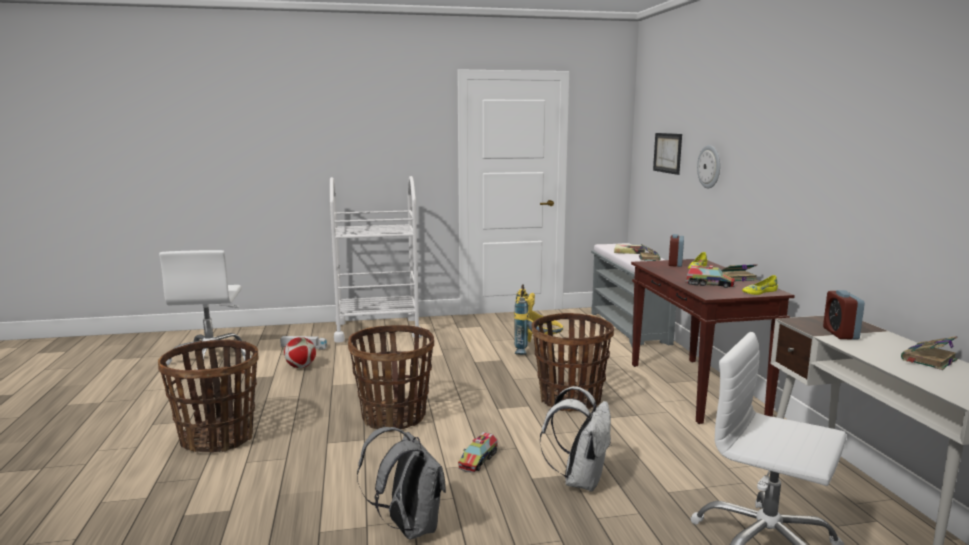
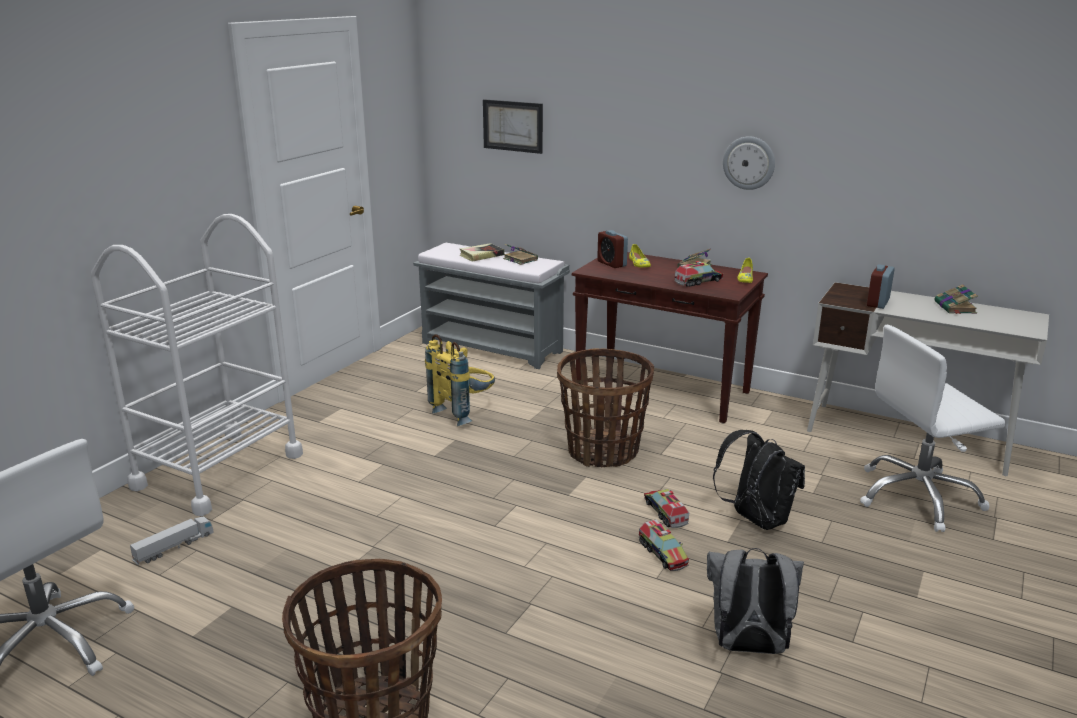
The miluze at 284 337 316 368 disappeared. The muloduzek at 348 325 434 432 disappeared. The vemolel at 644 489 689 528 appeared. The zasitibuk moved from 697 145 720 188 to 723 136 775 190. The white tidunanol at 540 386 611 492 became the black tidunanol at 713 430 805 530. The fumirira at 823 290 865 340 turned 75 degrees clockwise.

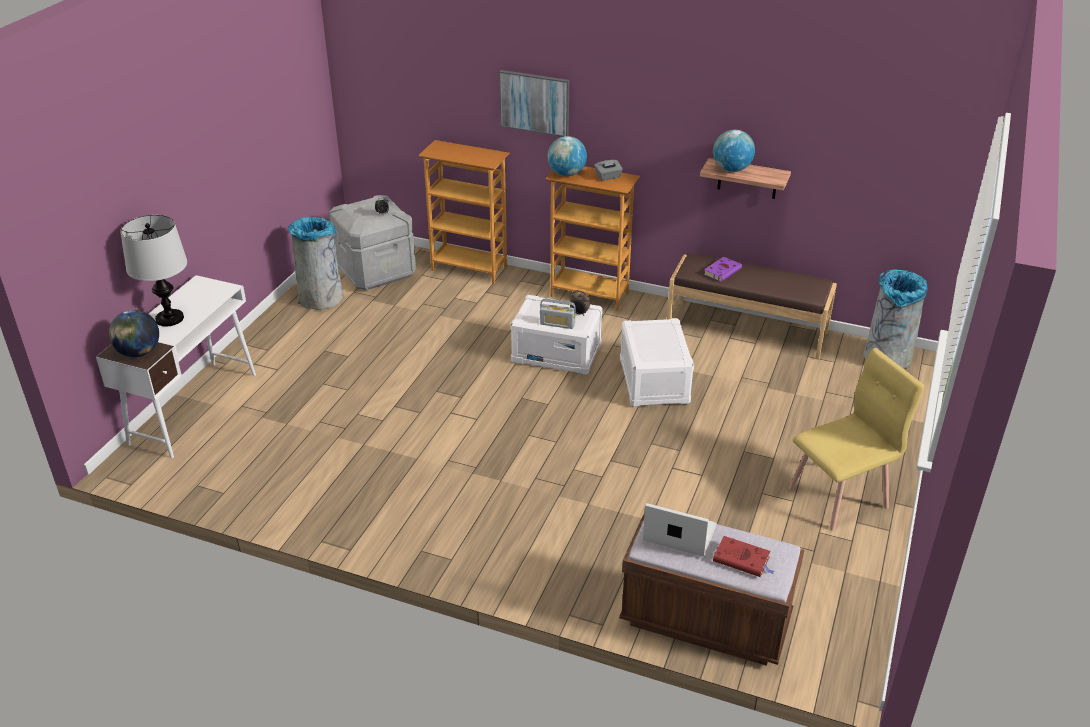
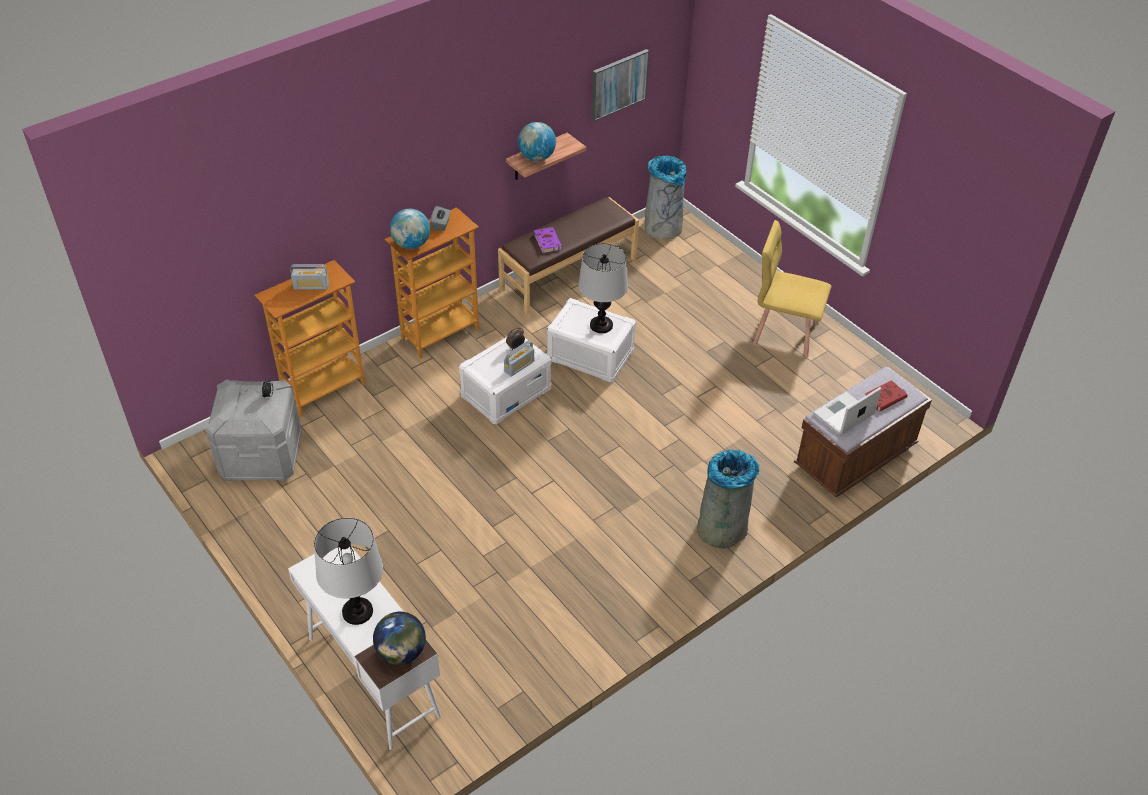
The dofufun at 290 264 329 290 appeared. The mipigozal at 578 243 628 333 appeared. The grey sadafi moved from 288 217 344 310 to 697 450 759 549. The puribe moved from 499 70 569 137 to 591 49 649 121. The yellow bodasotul at 789 348 924 530 turned 75 degrees counterclockwise.

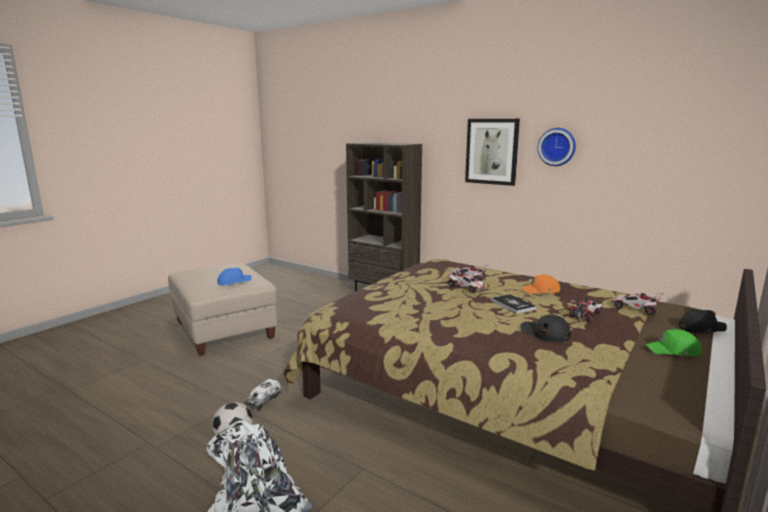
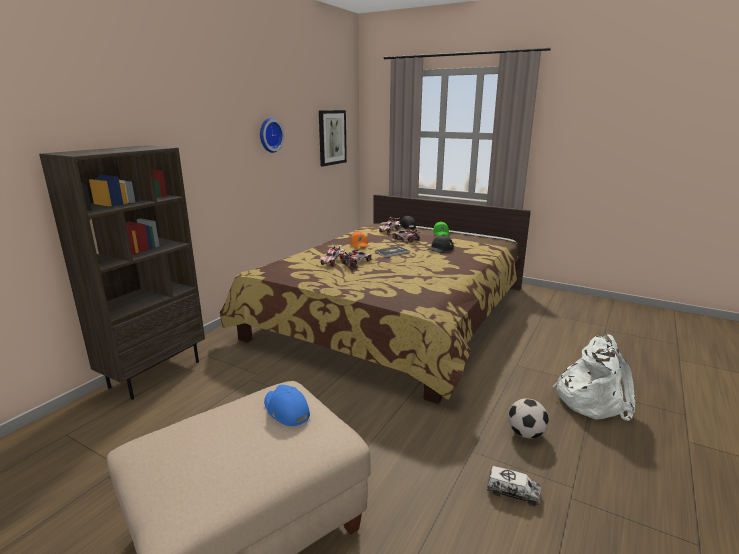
The vemolel moved from 245 379 281 411 to 487 466 541 506. The puribe moved from 465 119 520 186 to 319 110 347 166.

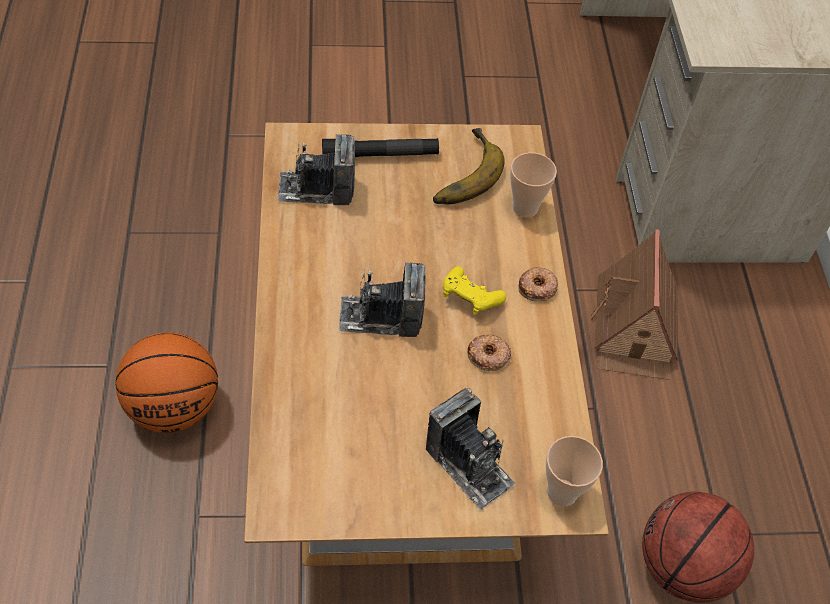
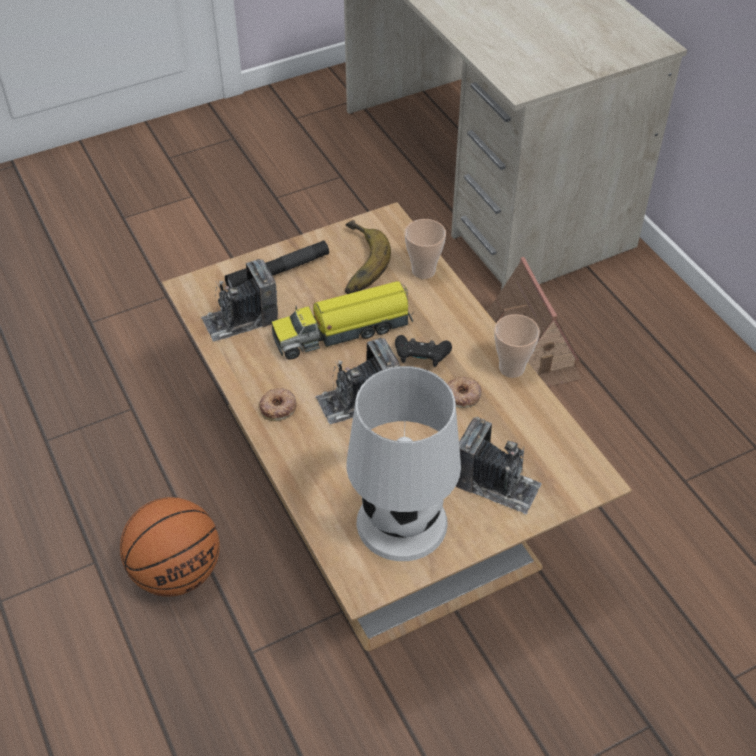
The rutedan at 642 491 754 603 disappeared. The vemolel at 272 281 413 360 appeared. The white mipigozal at 346 366 461 561 appeared. The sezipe moved from 519 267 558 301 to 259 388 297 421. The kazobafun moved from 546 436 603 507 to 494 314 540 378. The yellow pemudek at 443 266 506 314 became the black pemudek at 395 335 452 367.

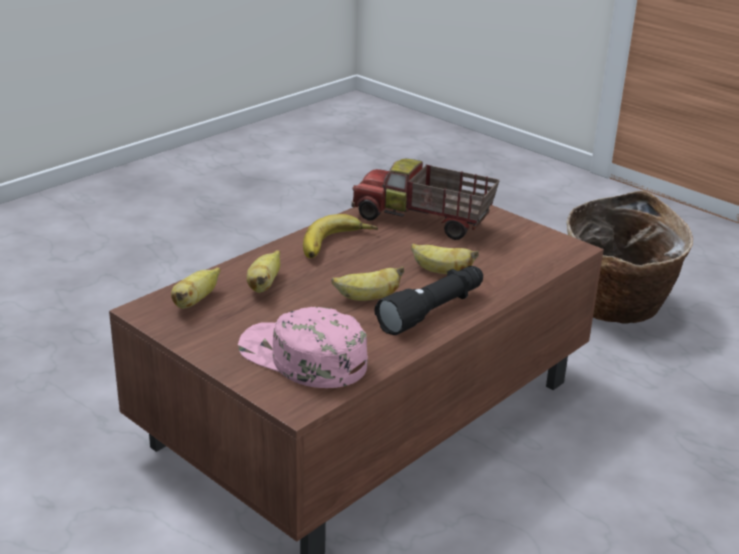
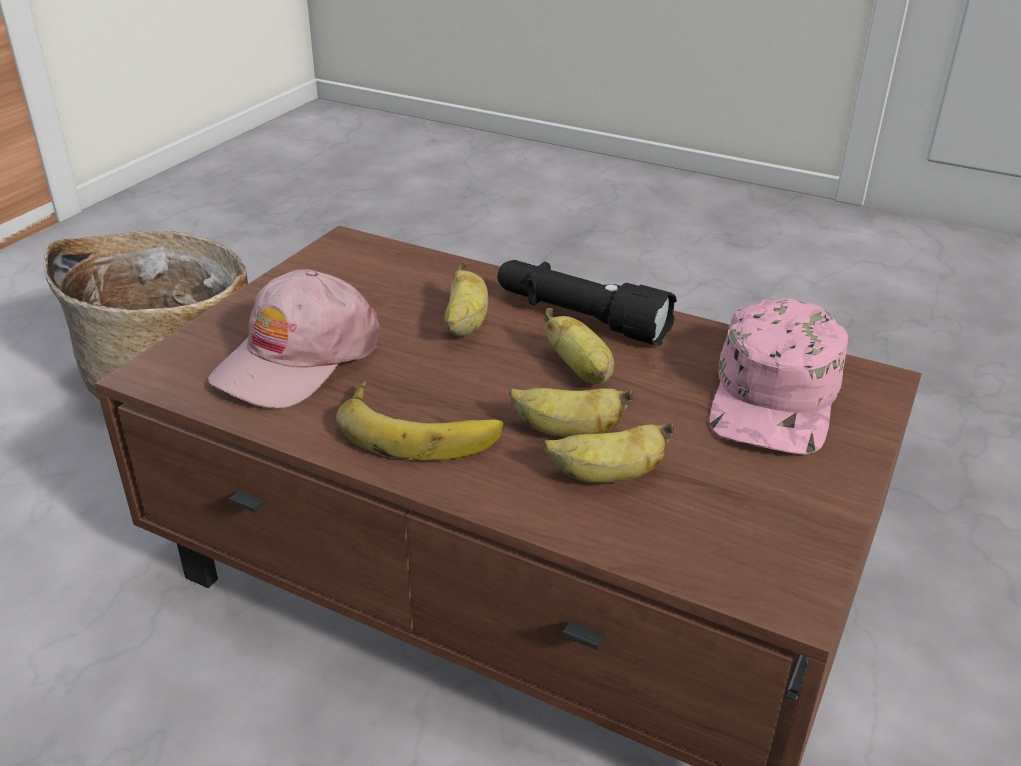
The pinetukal moved from 171 267 220 309 to 509 388 633 437. The vemolel at 352 158 500 240 was replaced by the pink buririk at 208 269 380 408.

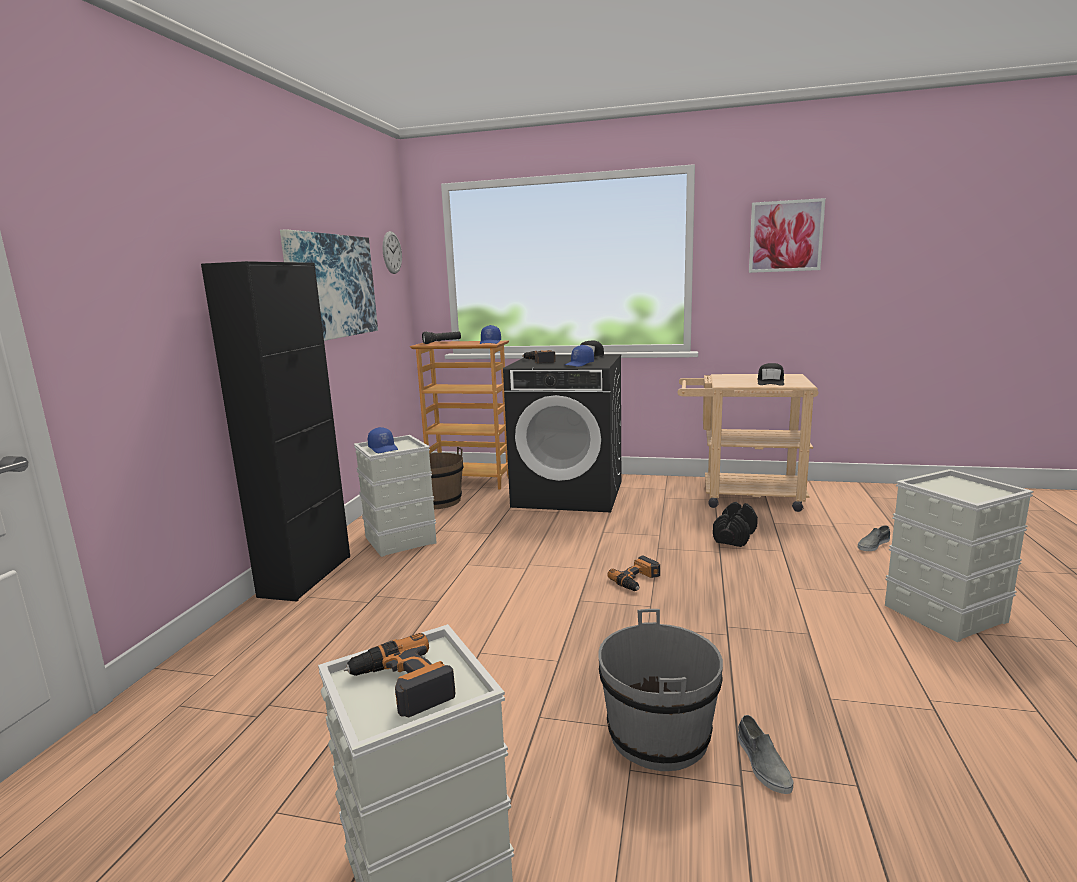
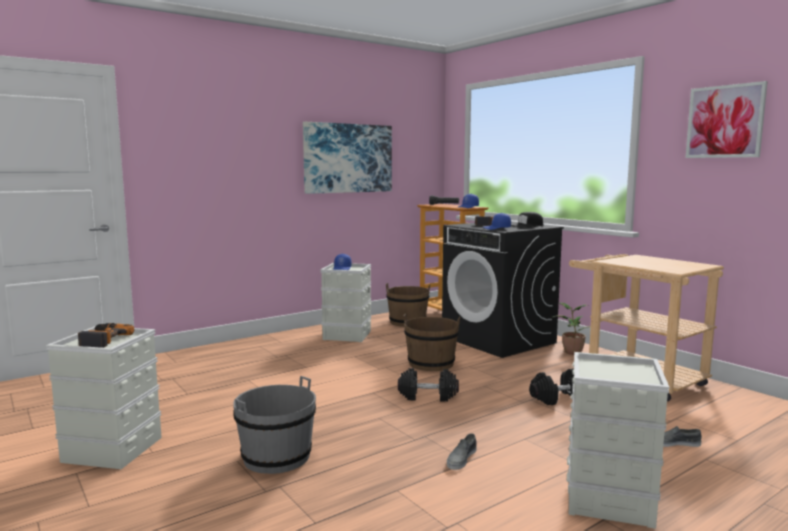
The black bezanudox at 201 261 350 602 disappeared. The zasitibuk at 382 231 402 274 disappeared. The black buririk at 757 363 784 386 disappeared. The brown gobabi at 403 314 460 371 appeared. The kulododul at 551 302 591 355 appeared. The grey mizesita moved from 738 715 793 794 to 447 433 477 470. The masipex at 607 556 660 591 was replaced by the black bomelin at 398 368 459 402.

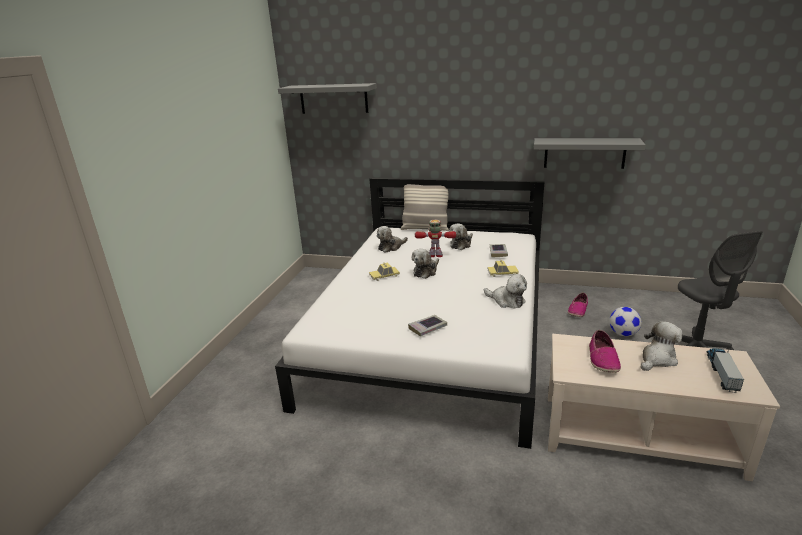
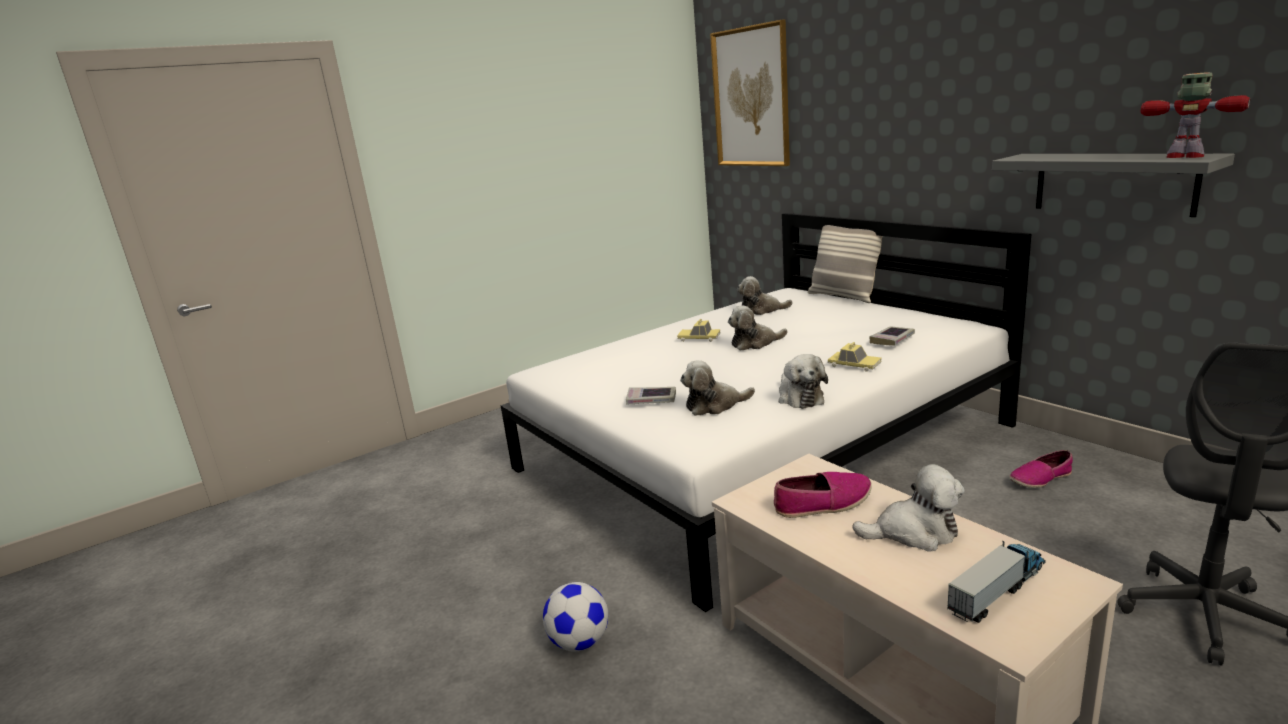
The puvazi moved from 415 220 456 257 to 1141 72 1250 158. The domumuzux moved from 449 223 473 250 to 680 360 755 416. The miluze moved from 609 307 641 336 to 543 582 608 652. The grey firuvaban at 278 83 377 114 was replaced by the puribe at 710 20 790 166. The mizesita at 589 330 621 372 turned 150 degrees counterclockwise.

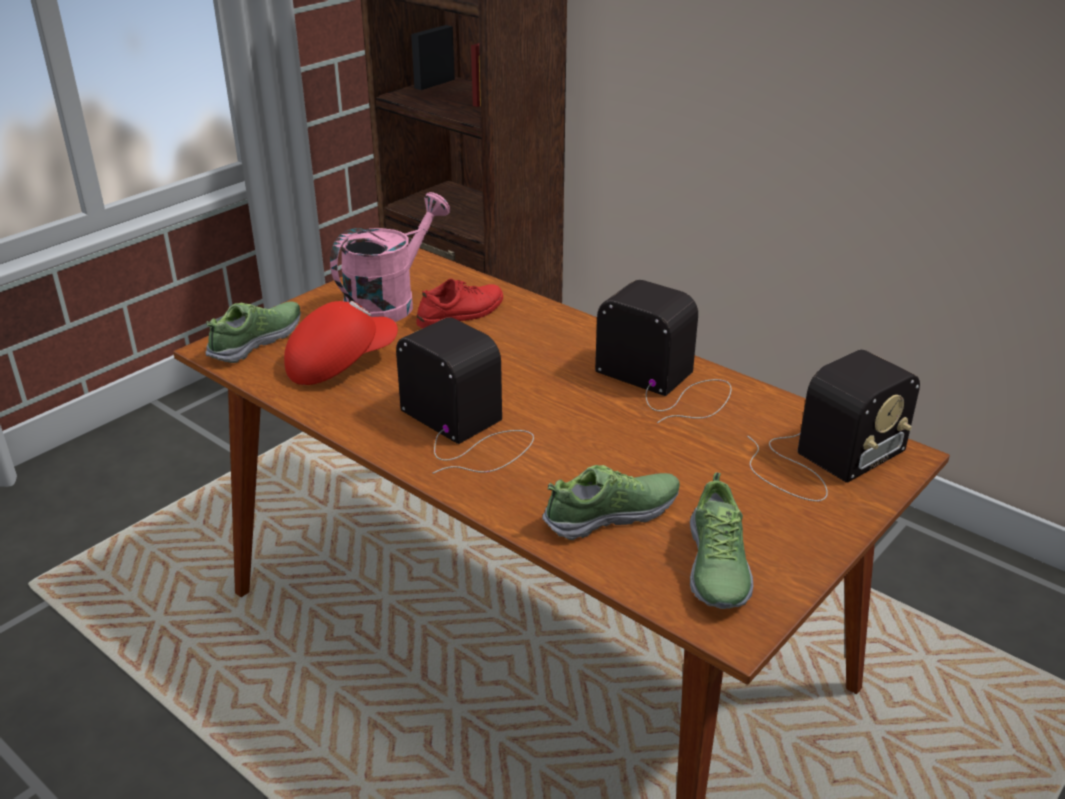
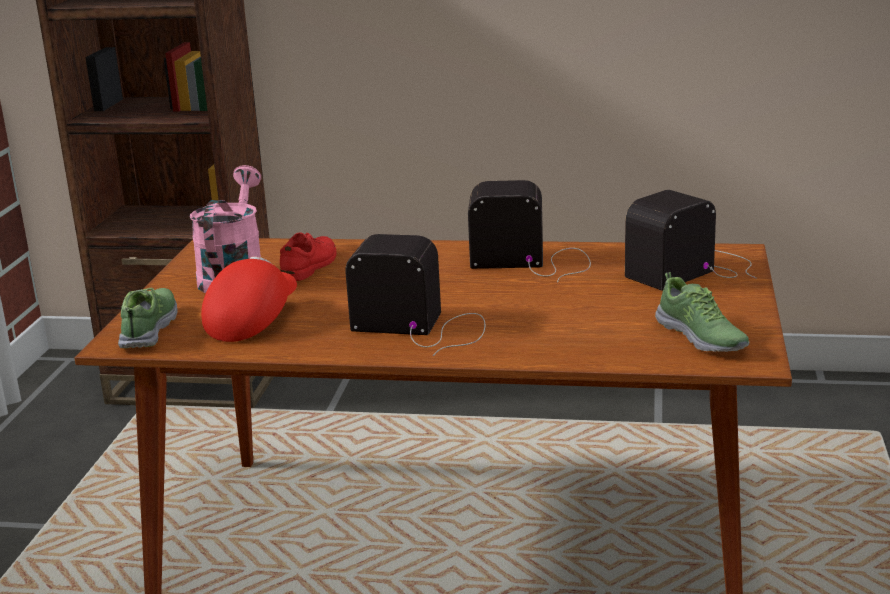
The mizesita at 542 465 680 540 disappeared. The dofufun at 747 349 920 501 turned 150 degrees counterclockwise.

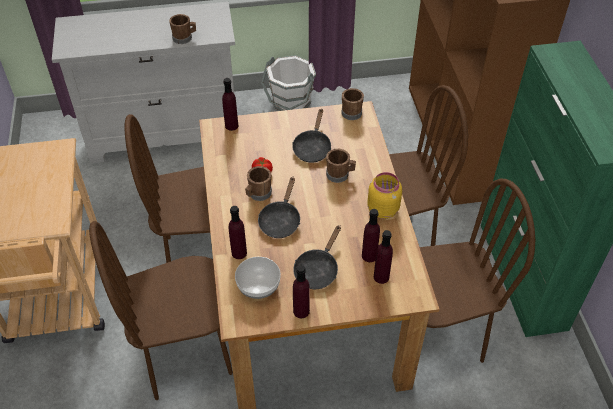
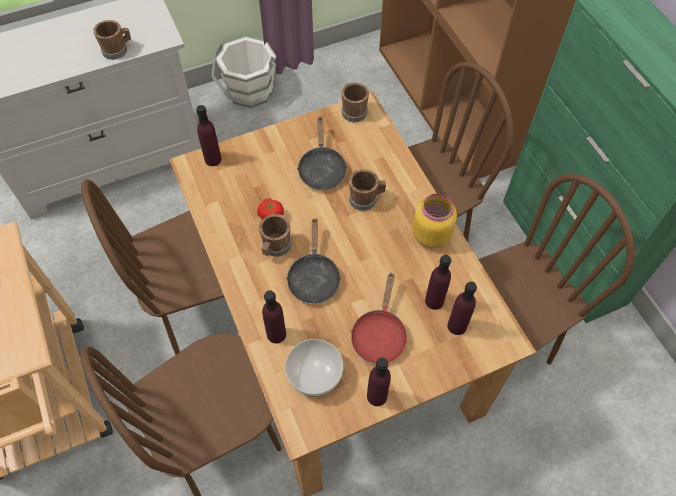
The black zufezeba at 293 225 341 289 became the red zufezeba at 351 272 408 364.

